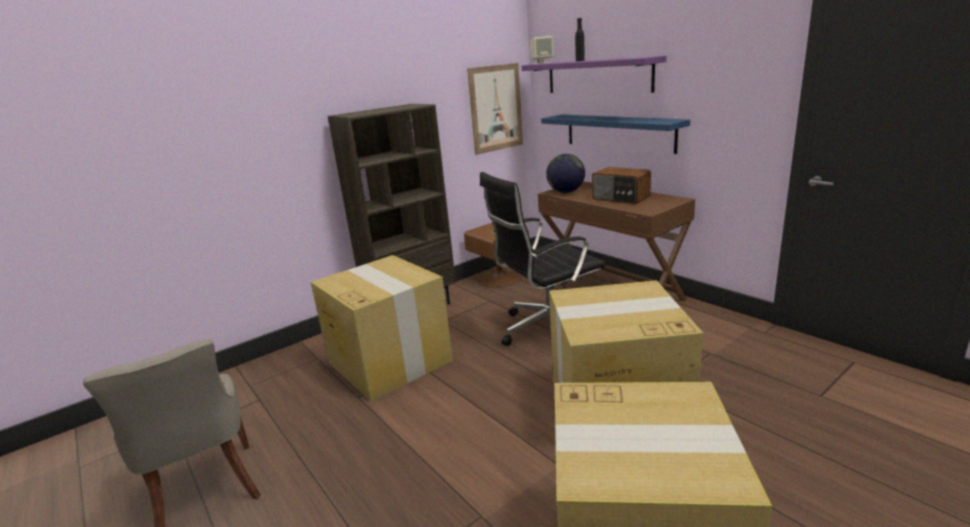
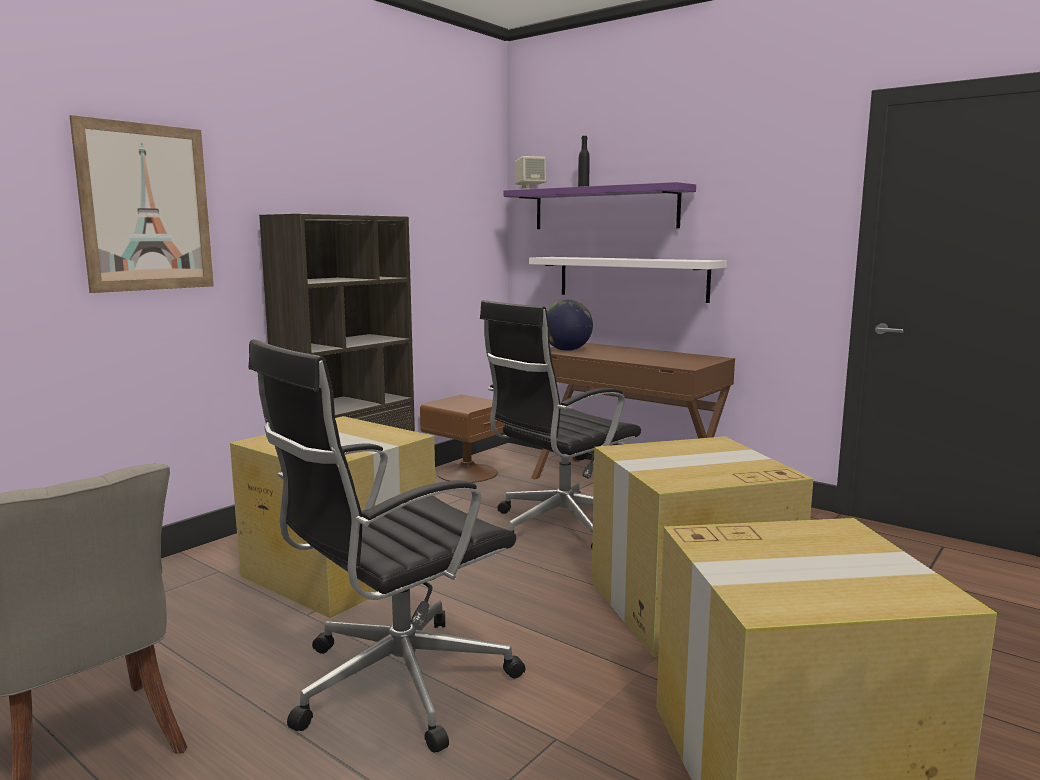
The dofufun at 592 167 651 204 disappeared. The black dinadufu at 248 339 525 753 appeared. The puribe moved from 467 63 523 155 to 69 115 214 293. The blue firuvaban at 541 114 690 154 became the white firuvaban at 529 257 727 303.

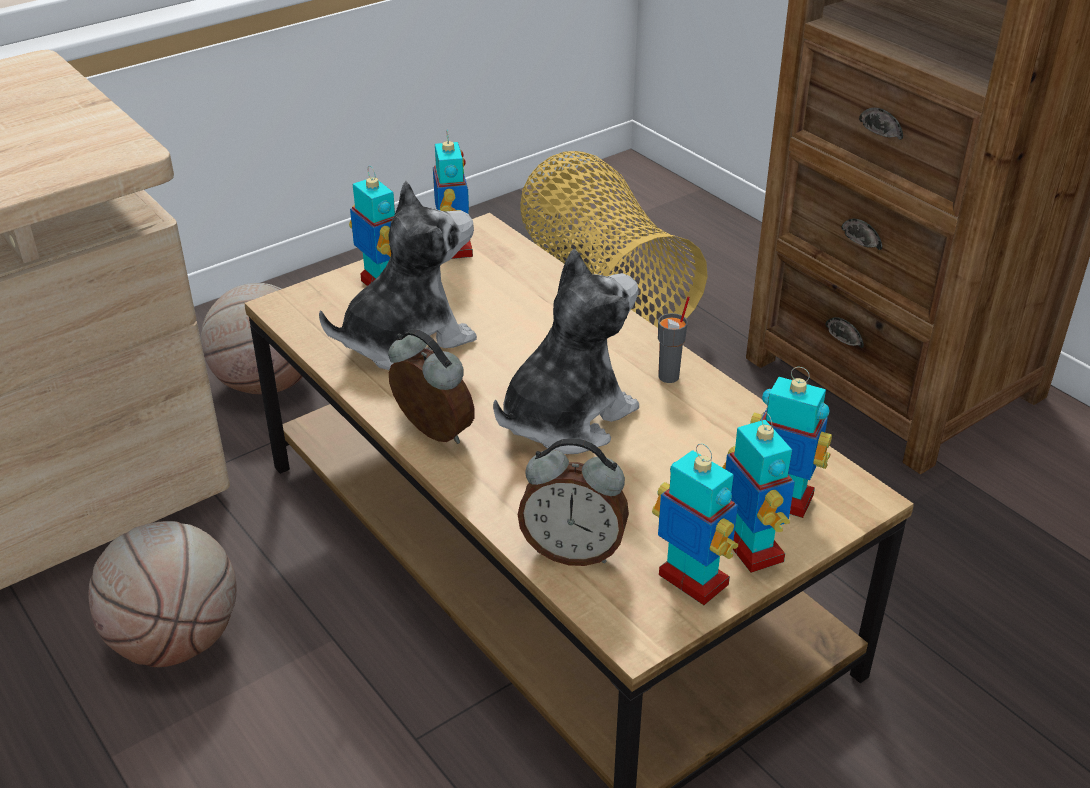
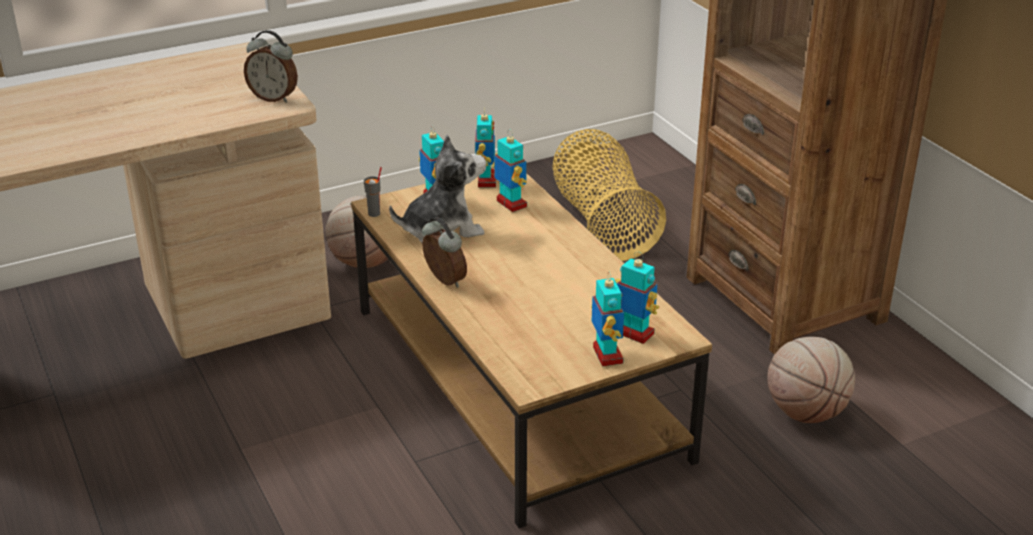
The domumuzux at 493 249 639 454 disappeared. The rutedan moved from 88 521 237 667 to 767 337 855 423. The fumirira moved from 518 438 629 566 to 244 30 298 103. The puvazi moved from 652 444 738 605 to 492 129 527 212. The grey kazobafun moved from 658 297 690 383 to 364 167 382 217.

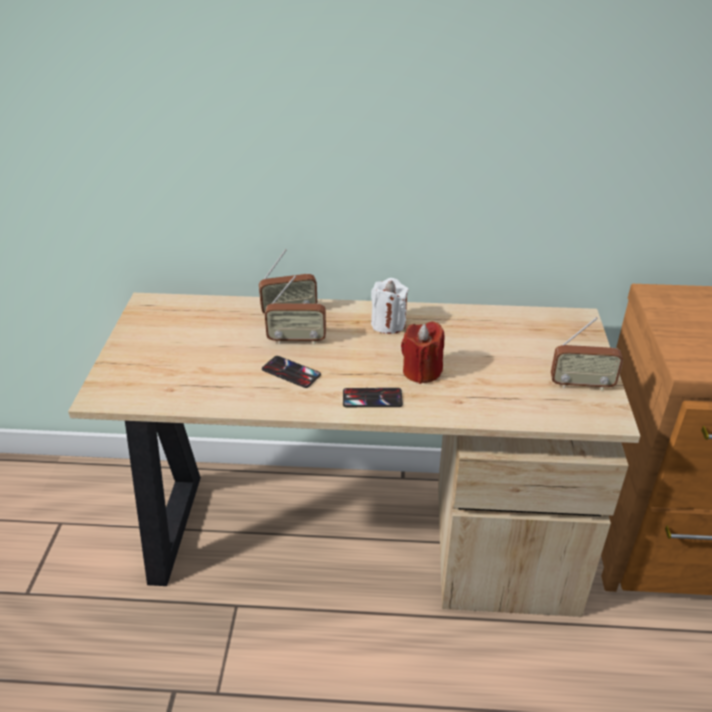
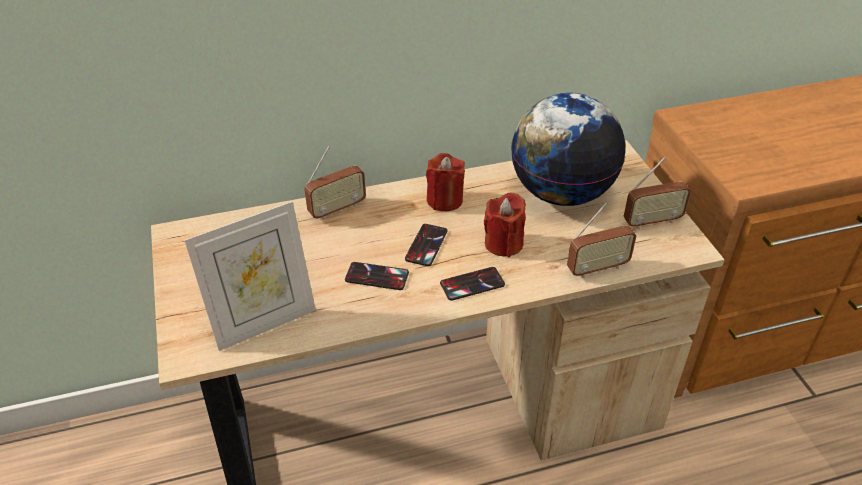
The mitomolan at 184 202 316 351 appeared. The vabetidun at 405 224 448 266 appeared. The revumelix at 511 93 626 206 appeared. The dofufun moved from 265 275 326 345 to 567 202 636 278. The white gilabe at 371 278 409 334 became the red gilabe at 426 153 465 211.

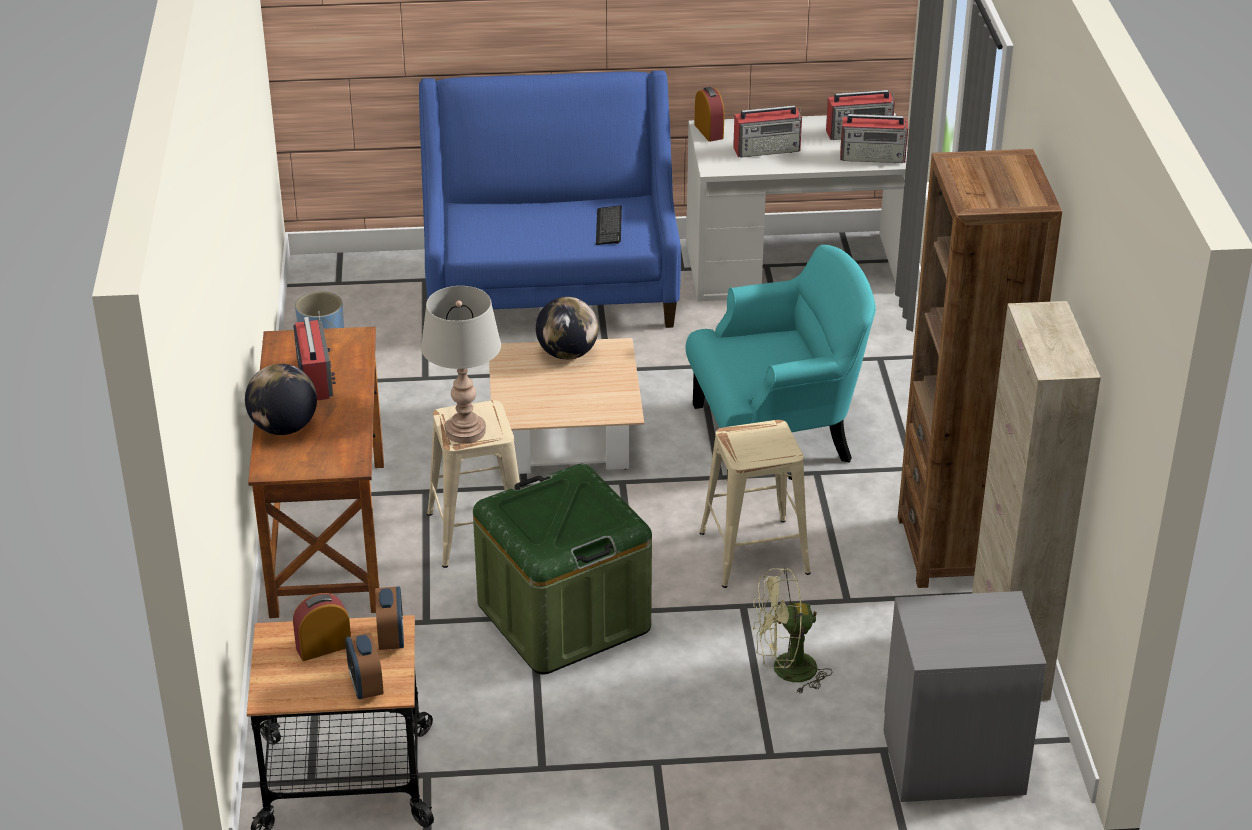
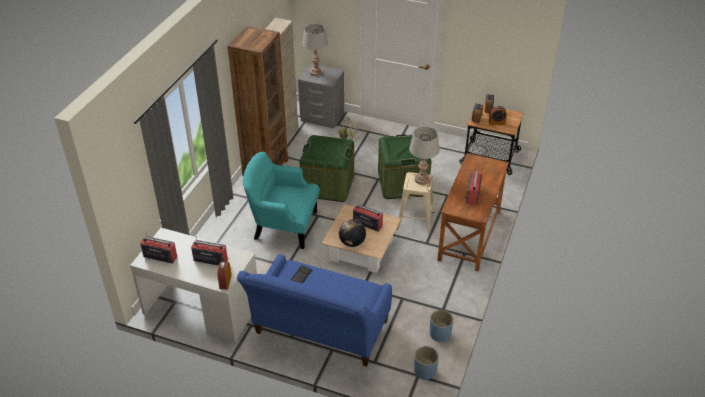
The revumelix at 245 364 317 435 disappeared. The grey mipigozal at 302 24 328 76 appeared. The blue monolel at 414 346 439 380 appeared. The dofufun moved from 840 114 908 163 to 353 201 383 232. The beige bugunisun at 700 420 810 588 was replaced by the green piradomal at 300 135 354 202.

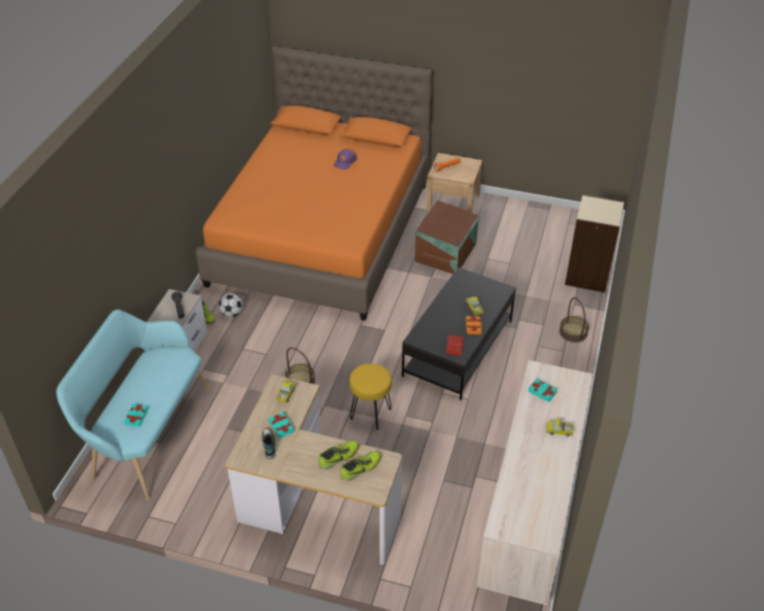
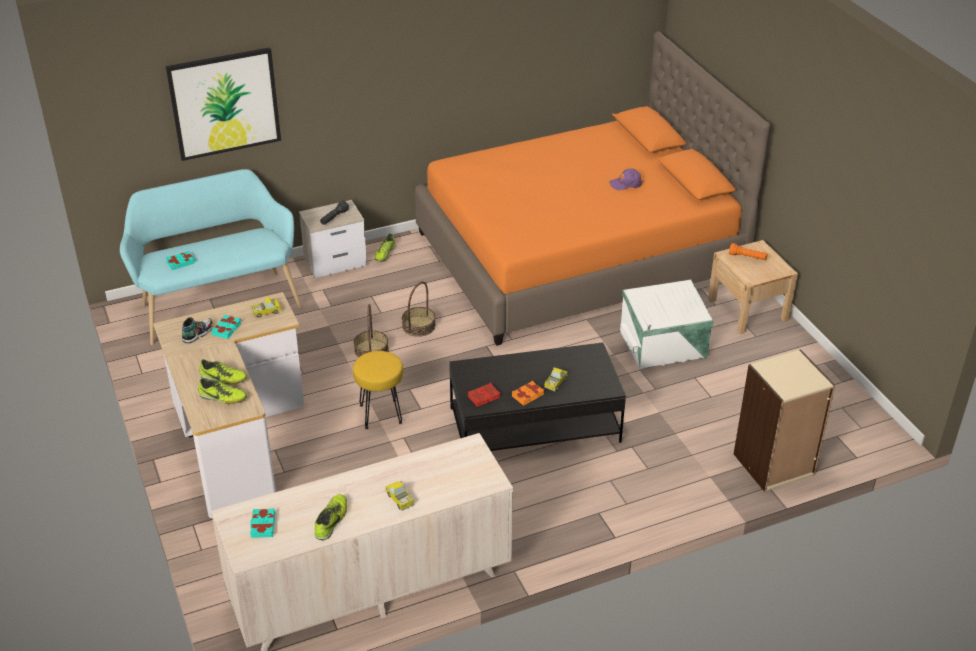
The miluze at 219 293 243 317 disappeared. The puribe at 166 47 281 161 appeared. The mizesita at 315 494 347 540 appeared. The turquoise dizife moved from 528 378 557 402 to 250 508 275 538. The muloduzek moved from 559 297 589 343 to 402 281 436 337. The brown piradomal at 415 200 480 274 became the white piradomal at 620 280 714 370.

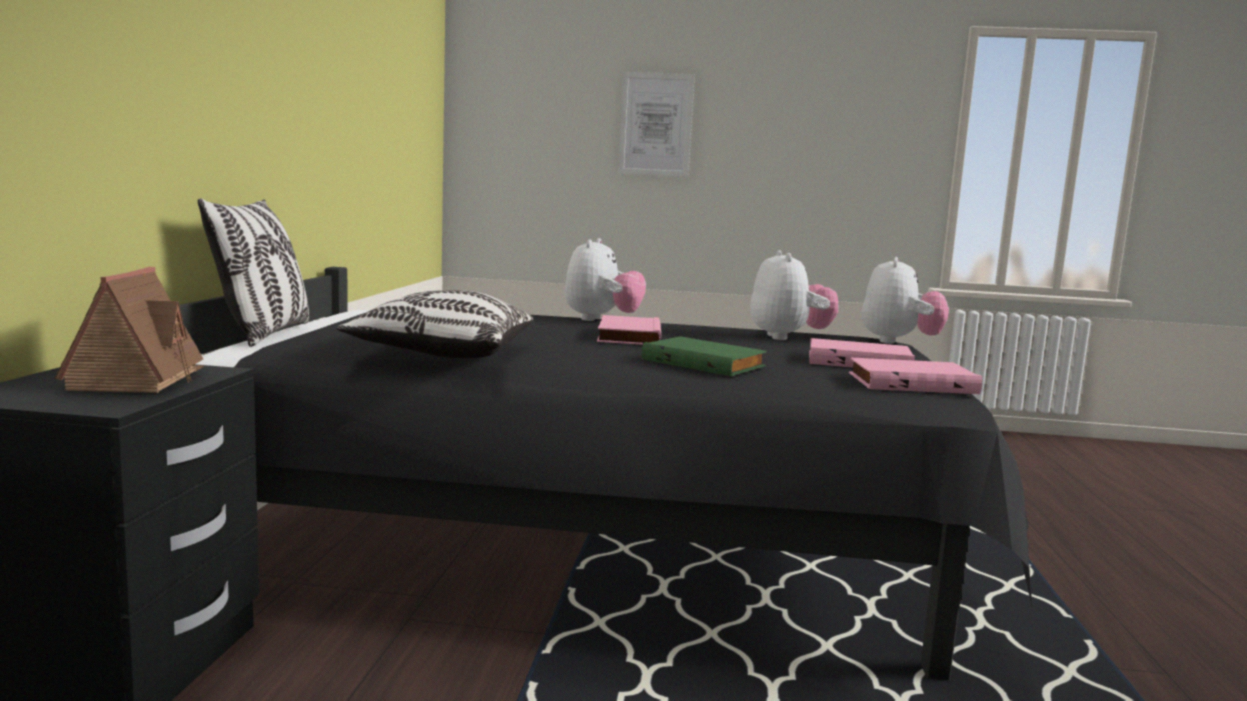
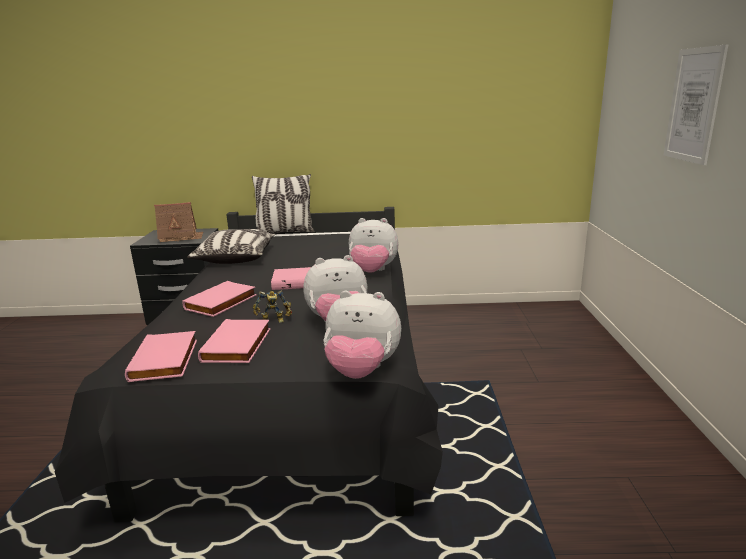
The puvazi at 253 290 292 323 appeared. The green dizife at 642 336 767 376 became the pink dizife at 182 281 257 317.

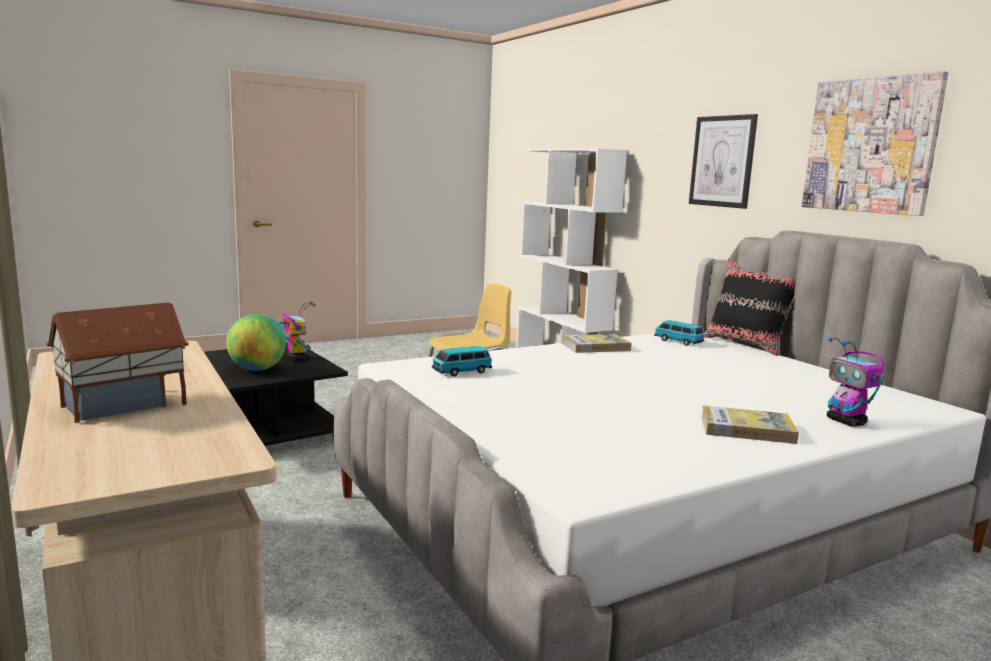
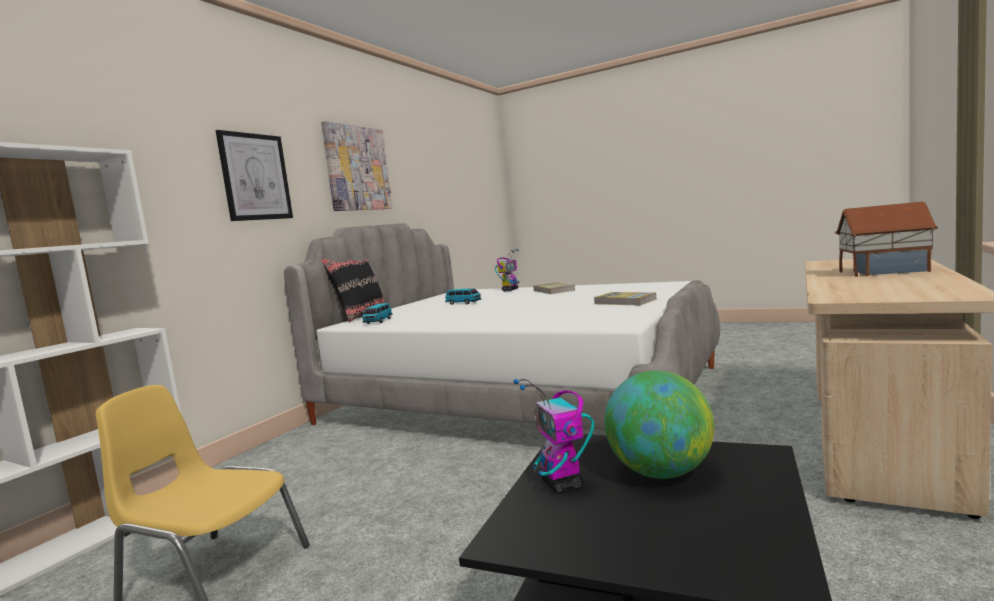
The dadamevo moved from 432 346 492 377 to 445 288 482 305. The dizife moved from 562 334 631 353 to 594 292 657 305. The puvazi at 279 302 315 361 turned 45 degrees counterclockwise.

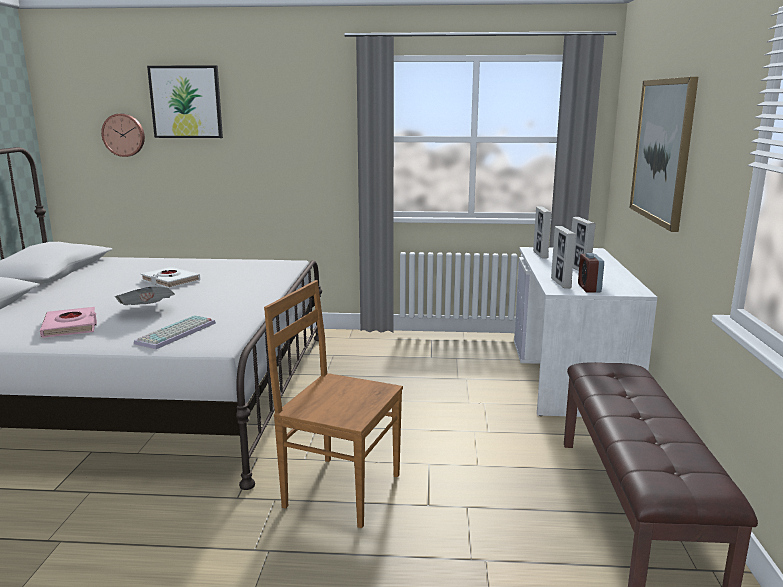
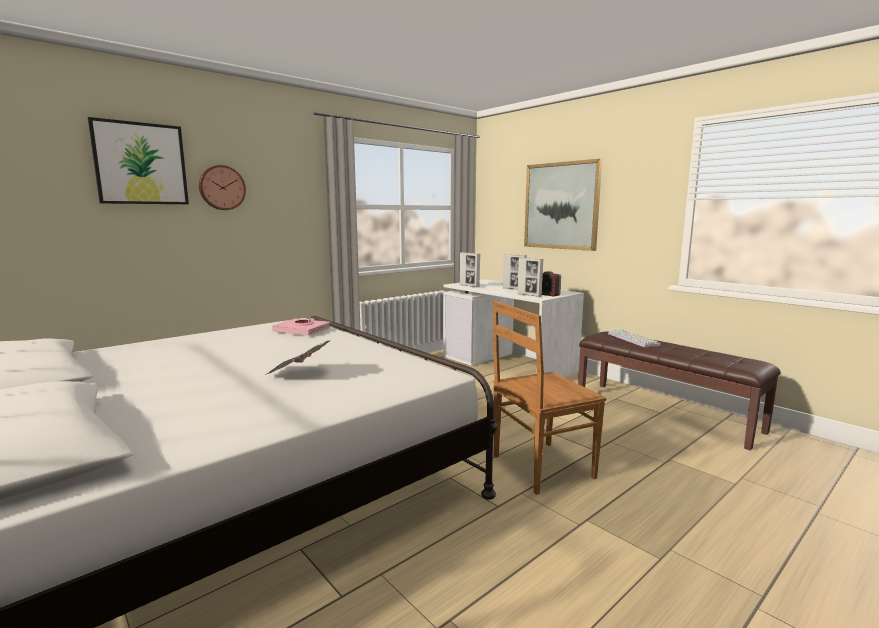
The white dizife at 141 267 200 288 disappeared. The pink dizife moved from 40 307 97 338 to 272 318 331 336. The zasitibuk moved from 101 114 145 157 to 199 165 246 210. The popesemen moved from 134 315 216 349 to 608 330 661 347.

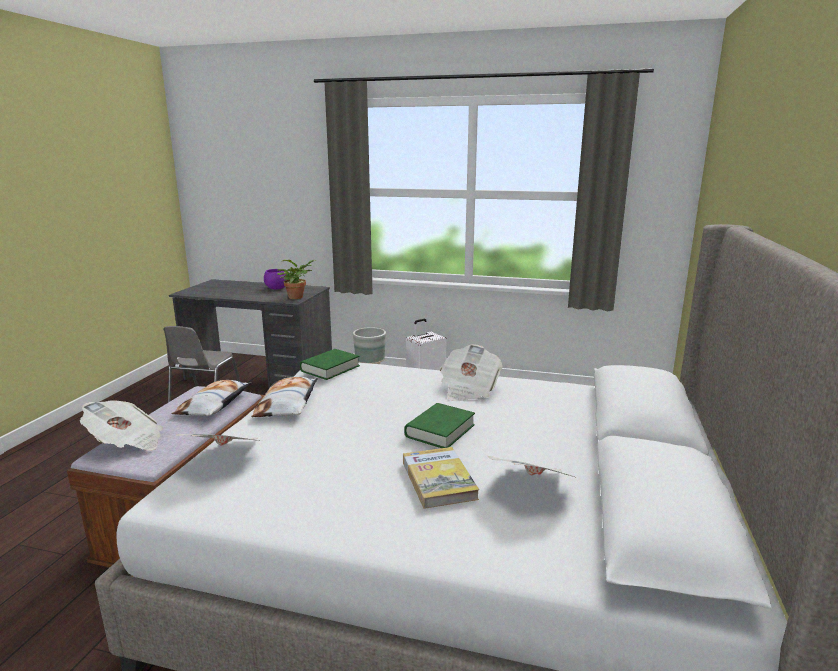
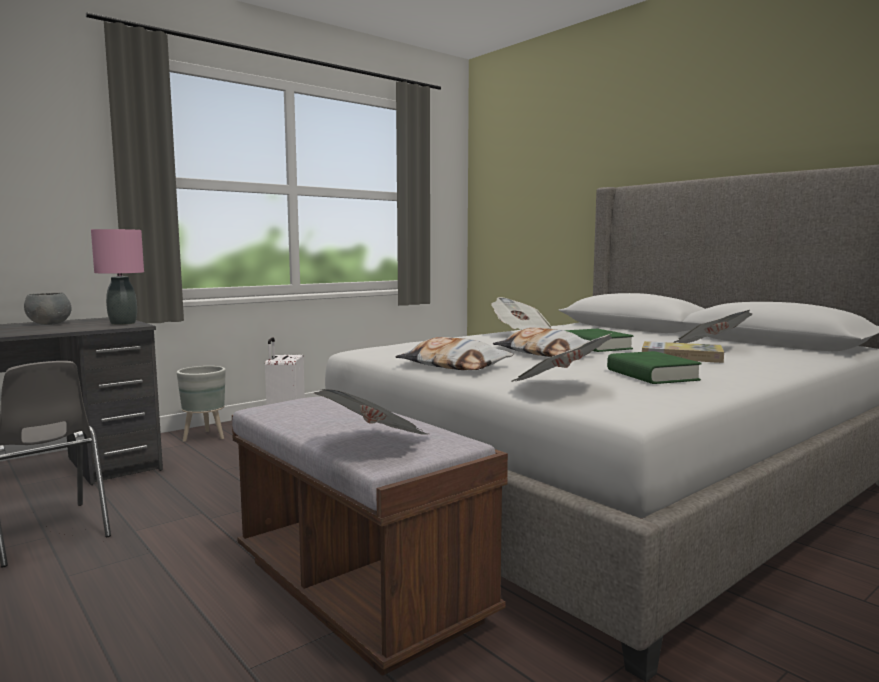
The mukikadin moved from 171 380 251 416 to 493 327 590 357. The green dizife moved from 300 349 360 380 to 607 351 702 384. The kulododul at 277 260 316 299 was replaced by the pink mipigozal at 91 229 144 325. The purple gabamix at 264 269 286 290 became the grey gabamix at 24 293 72 325.

